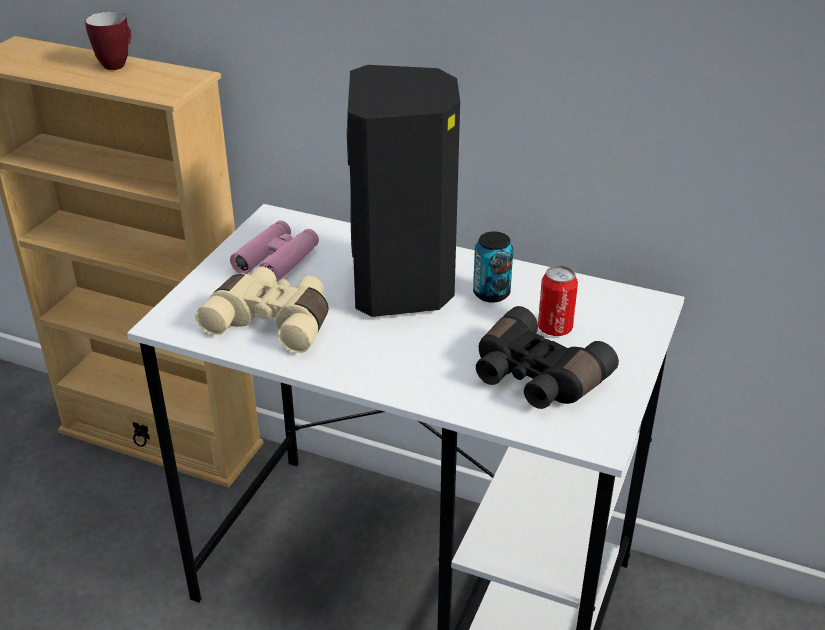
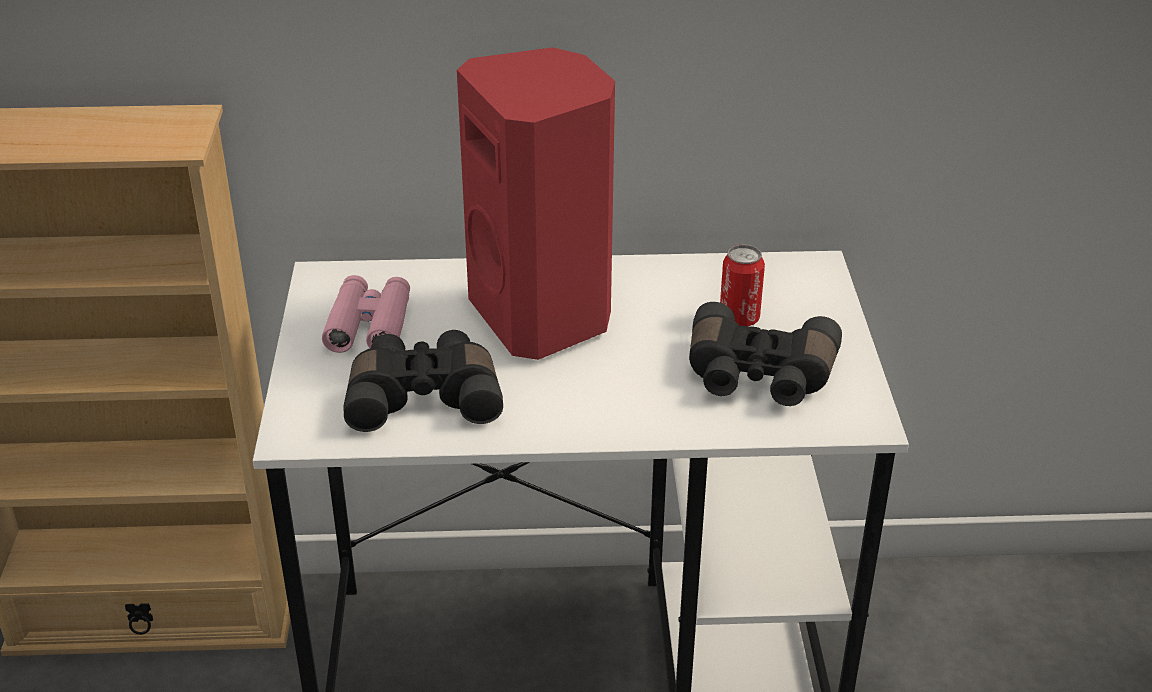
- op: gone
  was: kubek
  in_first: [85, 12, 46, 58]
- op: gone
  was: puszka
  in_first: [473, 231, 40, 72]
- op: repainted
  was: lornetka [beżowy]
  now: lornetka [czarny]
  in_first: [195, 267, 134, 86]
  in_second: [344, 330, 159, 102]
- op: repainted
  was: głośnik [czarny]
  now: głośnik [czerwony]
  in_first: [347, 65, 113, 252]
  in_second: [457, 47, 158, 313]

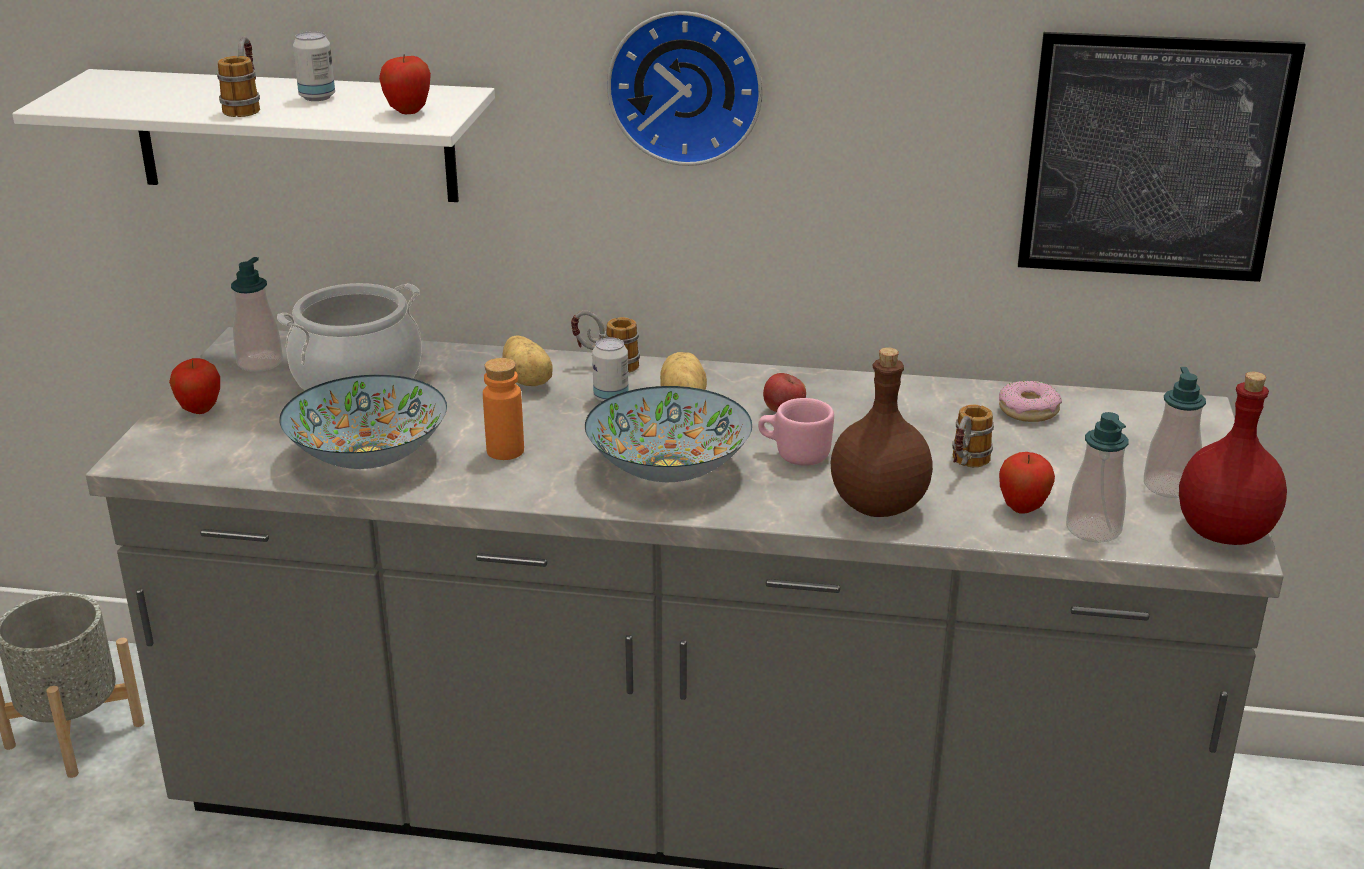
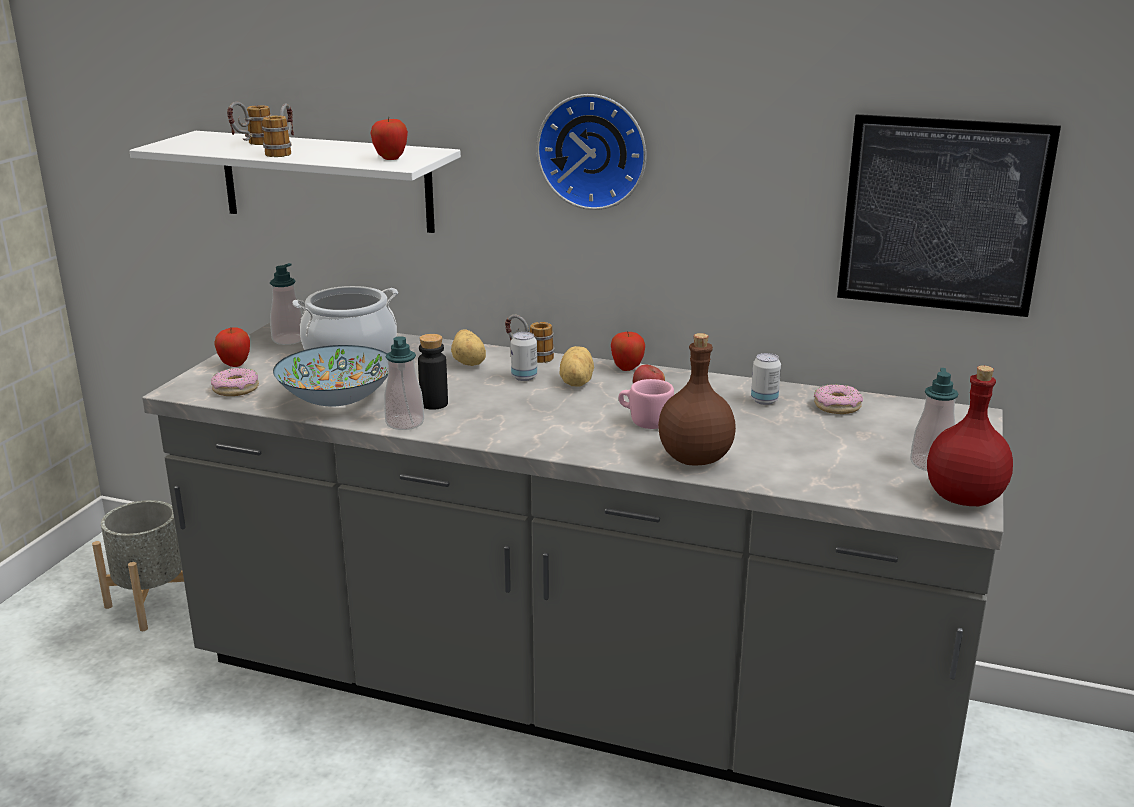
- op: gone
  was: miska
  in_first: [585, 386, 167, 96]
- op: new
  now: donut
  in_second: [211, 368, 48, 28]
- op: shifted
  was: puszka
  in_first: [293, 31, 42, 70]
  in_second: [751, 353, 30, 52]
- op: shifted
  was: kubek
  in_first: [952, 405, 42, 62]
  in_second: [227, 102, 45, 43]
- op: shifted
  was: jabłko
  in_first: [999, 452, 56, 62]
  in_second: [611, 331, 34, 40]
- op: shifted
  was: dozownik mydła
  in_first: [1066, 412, 63, 131]
  in_second: [384, 336, 40, 94]
- op: repainted
  was: butelka [pomarańczowy]
  now: butelka [czarny]
  in_first: [483, 358, 41, 102]
  in_second: [418, 334, 30, 76]

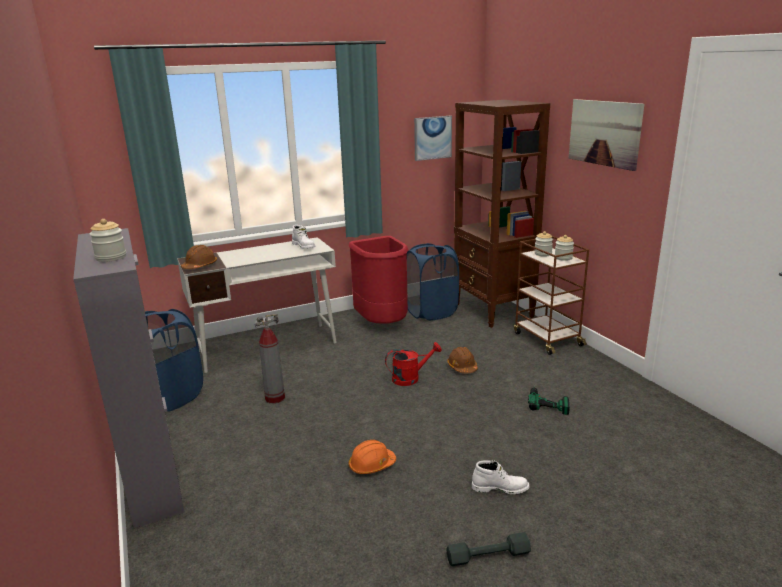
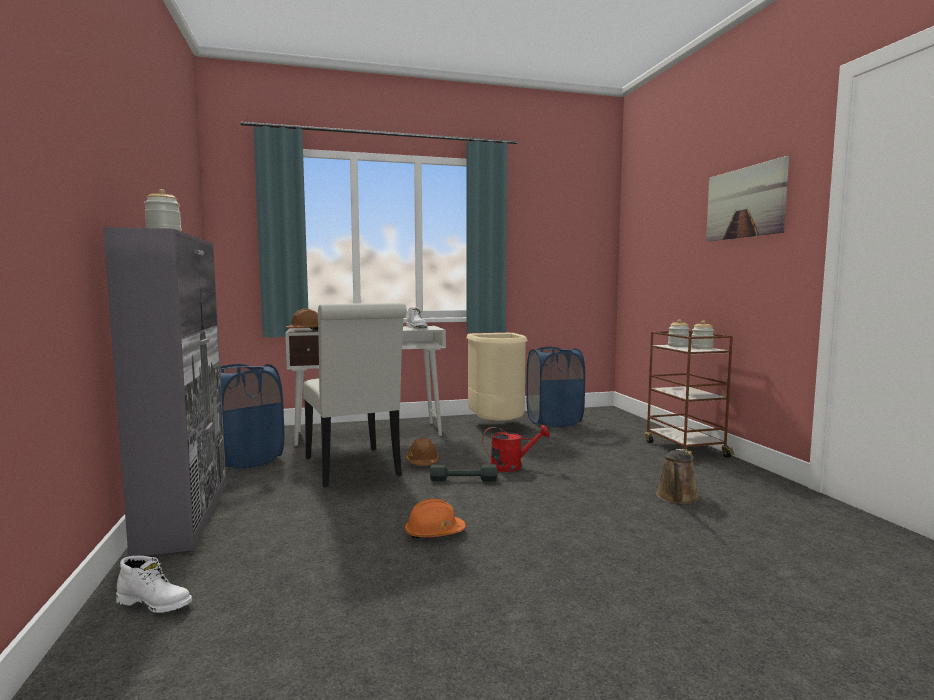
- op: gone
  was: obraz
  in_first: [414, 116, 38, 45]
- op: gone
  was: regał [brązowy]
  in_first: [454, 100, 96, 228]
- op: shifted
  was: kask [brązowy]
  in_first: [447, 347, 31, 26]
  in_second: [406, 438, 33, 28]
- op: shifted
  was: hantel [szary]
  in_first: [447, 532, 84, 34]
  in_second: [430, 465, 68, 16]
- op: shifted
  was: but z cholewką [biały]
  in_first: [472, 460, 58, 34]
  in_second: [116, 556, 76, 57]
- op: swapped
  was: gaśnica
  now: krzesło [biały]
  in_first: [255, 314, 30, 90]
  in_second: [303, 303, 104, 185]
- op: swapped
  was: wiertarka
  now: konewka [brązowy]
  in_first: [528, 384, 42, 31]
  in_second: [656, 449, 44, 55]
- op: repainted
  was: kosz na śmieci [czerwony]
  now: kosz na śmieci [beżowy]
  in_first: [348, 236, 60, 88]
  in_second: [466, 333, 62, 88]

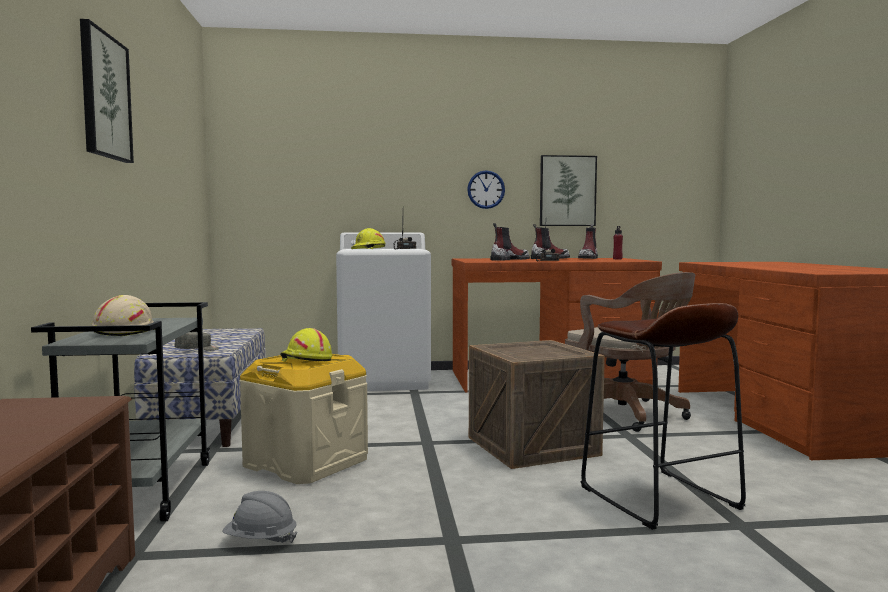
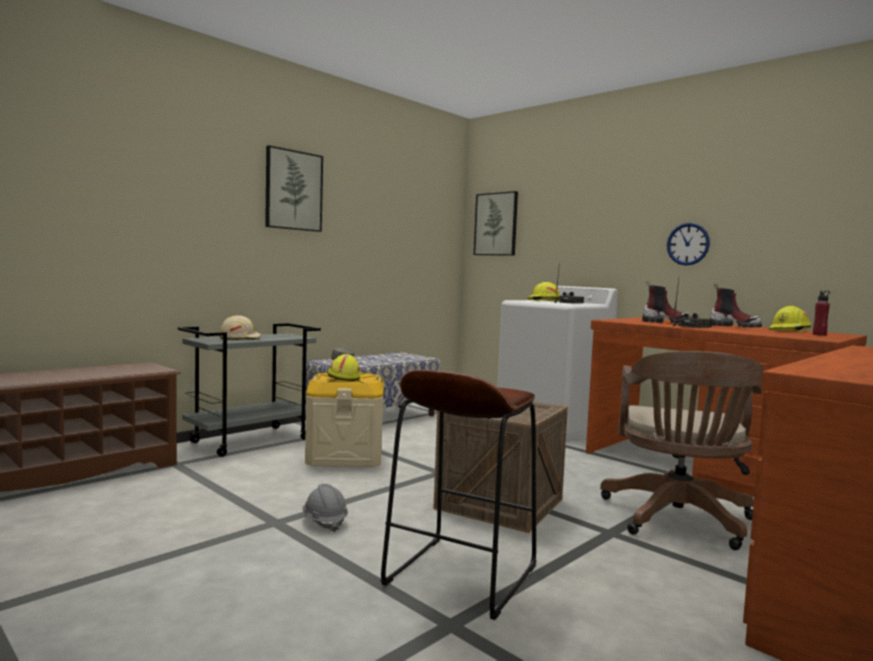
- op: shifted
  was: kask [szary]
  in_first: [222, 491, 75, 52]
  in_second: [302, 484, 46, 48]
- op: shifted
  was: obraz
  in_first: [540, 155, 57, 71]
  in_second: [474, 191, 44, 65]
- op: swapped
  was: but z cholewką
  now: kask [żółty]
  in_first: [578, 224, 20, 35]
  in_second: [769, 306, 43, 26]

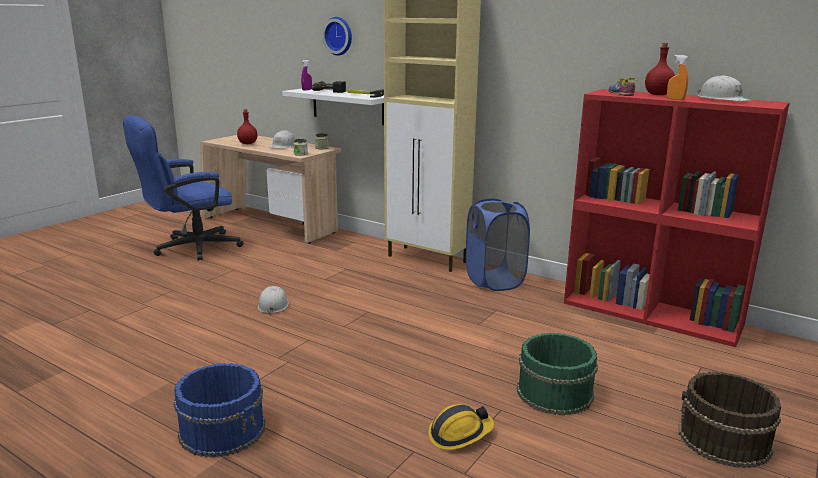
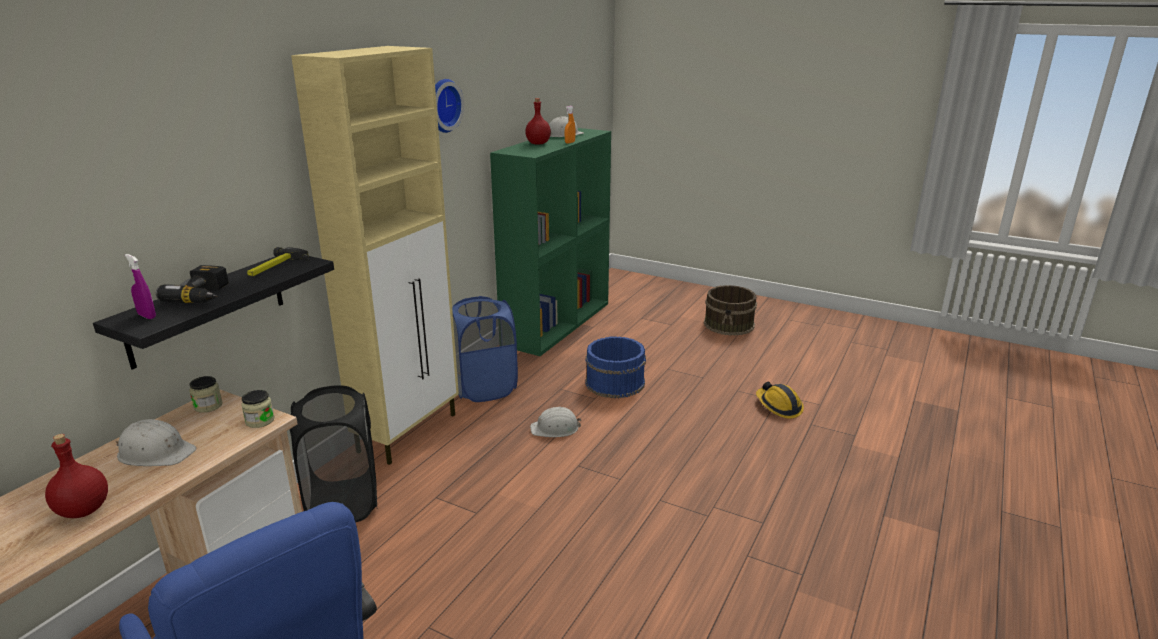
- op: gone
  was: wiadro [zielony]
  in_first: [517, 333, 81, 82]
- op: gone
  was: but
  in_first: [608, 78, 29, 18]
- op: new
  now: kosz na pranie [czarny]
  in_second: [290, 385, 87, 138]
- op: shifted
  was: wiadro [niebieski]
  in_first: [173, 363, 92, 95]
  in_second: [585, 336, 61, 62]
- op: shifted
  was: kask [biały]
  in_first: [258, 286, 31, 29]
  in_second: [530, 407, 51, 30]
- op: shifted
  was: zegar ścienny
  in_first: [322, 17, 30, 39]
  in_second: [435, 79, 29, 54]
- op: repainted
  was: półka [biały]
  now: półka [czarny]
  in_first: [282, 89, 102, 36]
  in_second: [93, 255, 241, 115]
- op: repainted
  was: regał [czerwony]
  now: regał [zielony]
  in_first: [564, 89, 226, 258]
  in_second: [490, 128, 121, 228]

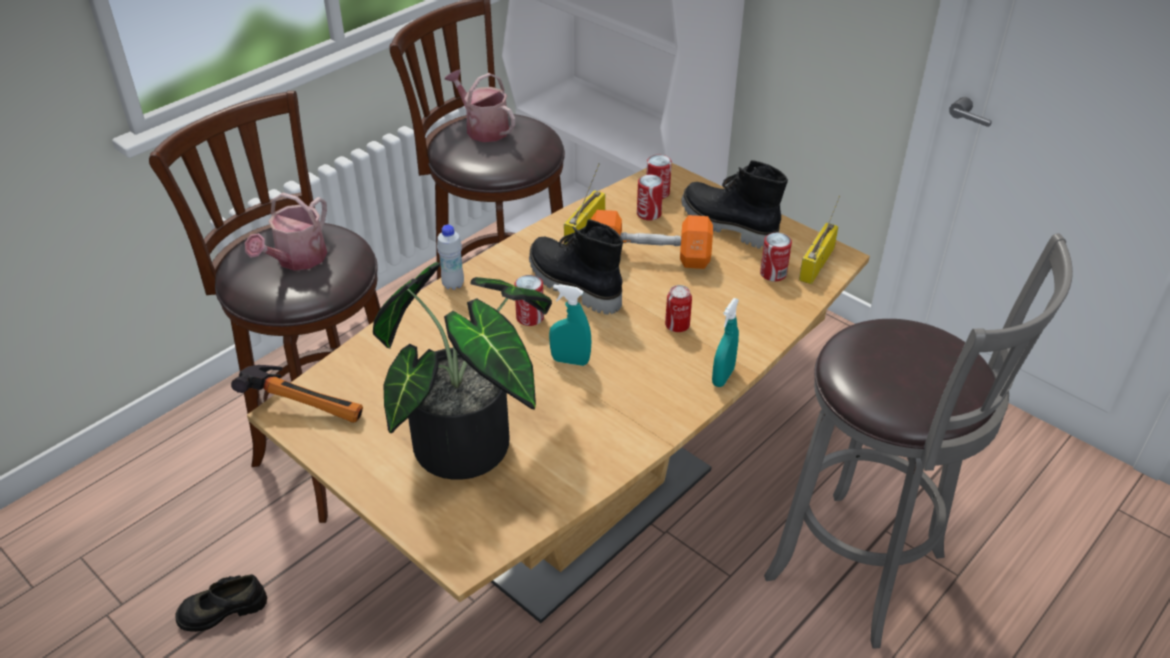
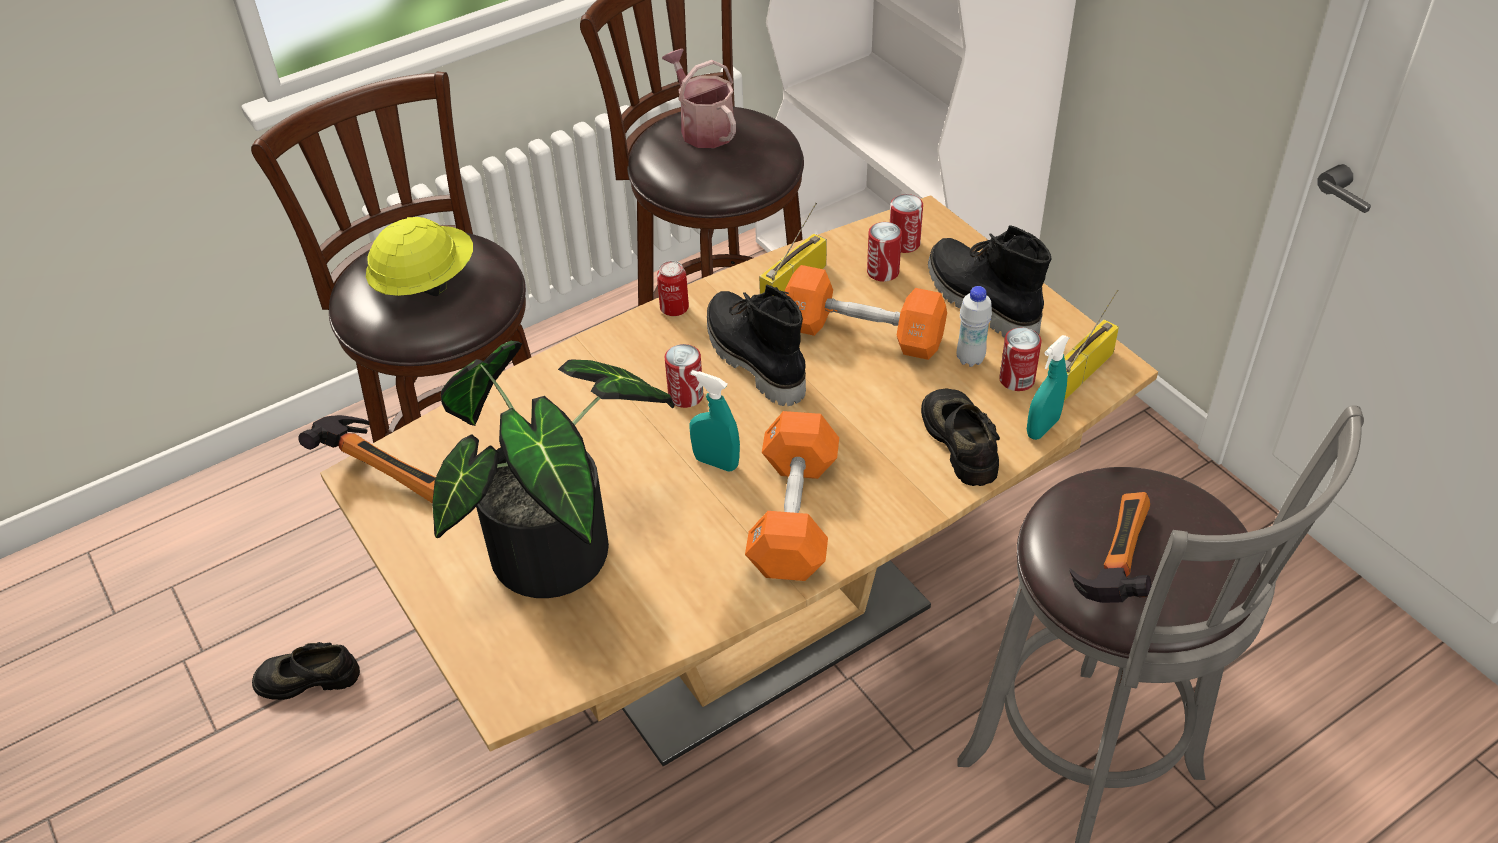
- op: new
  now: hantel [pomarańczowy]
  in_second: [745, 411, 94, 170]
- op: new
  now: but [czarny]
  in_second: [921, 389, 79, 97]
- op: new
  now: młotek
  in_second: [1070, 492, 82, 111]
- op: shifted
  was: butelka [biały]
  in_first: [437, 225, 27, 65]
  in_second: [957, 286, 35, 81]
- op: shifted
  was: puszka
  in_first: [665, 285, 27, 47]
  in_second: [657, 261, 32, 55]
- op: shifted
  was: spryskiwacz [turkusowy]
  in_first: [712, 298, 27, 89]
  in_second: [1027, 335, 42, 105]
- op: swapped
  was: konewka
  now: kask [żółty]
  in_first: [245, 193, 82, 78]
  in_second: [366, 217, 107, 79]

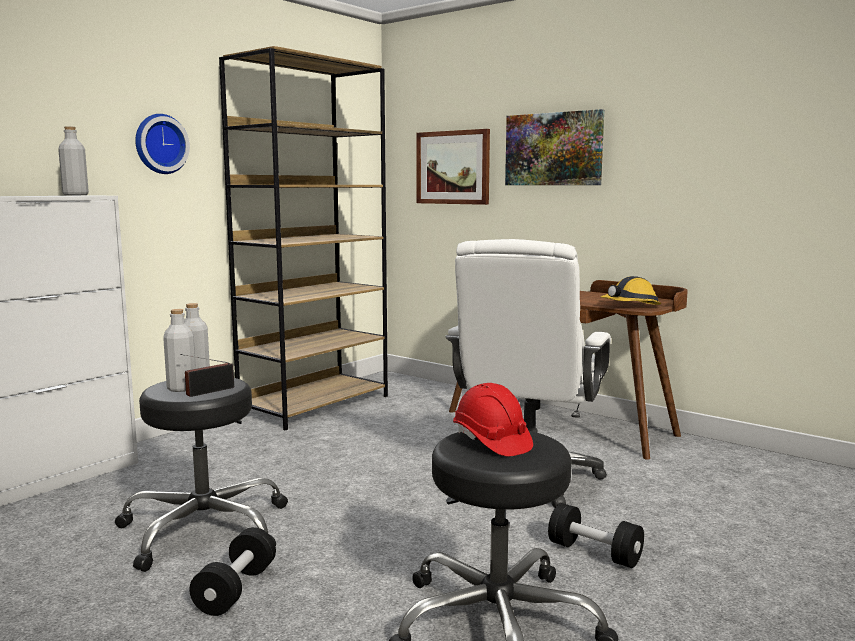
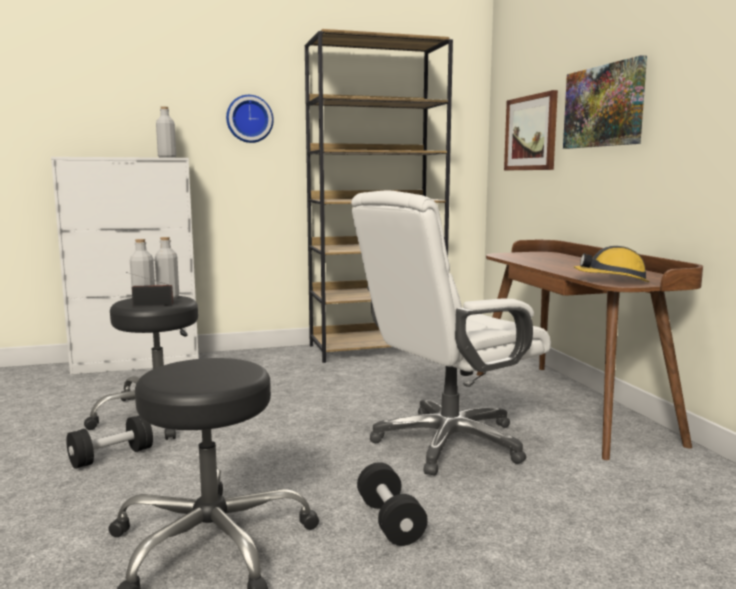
- op: gone
  was: kask [czerwony]
  in_first: [453, 383, 80, 73]

